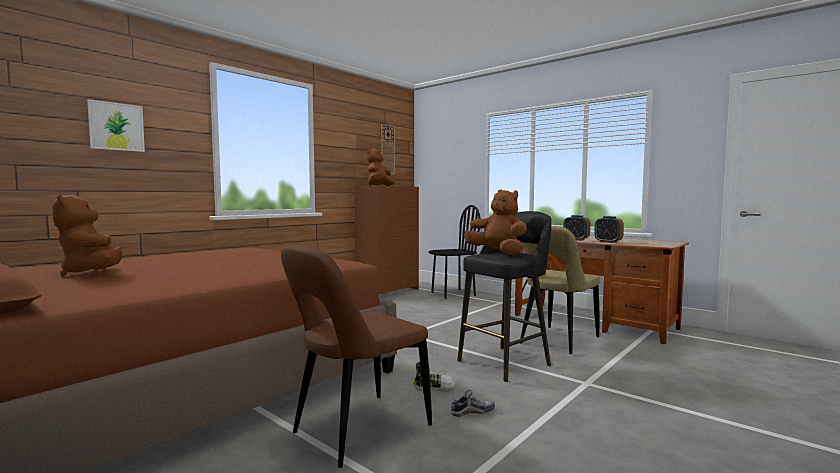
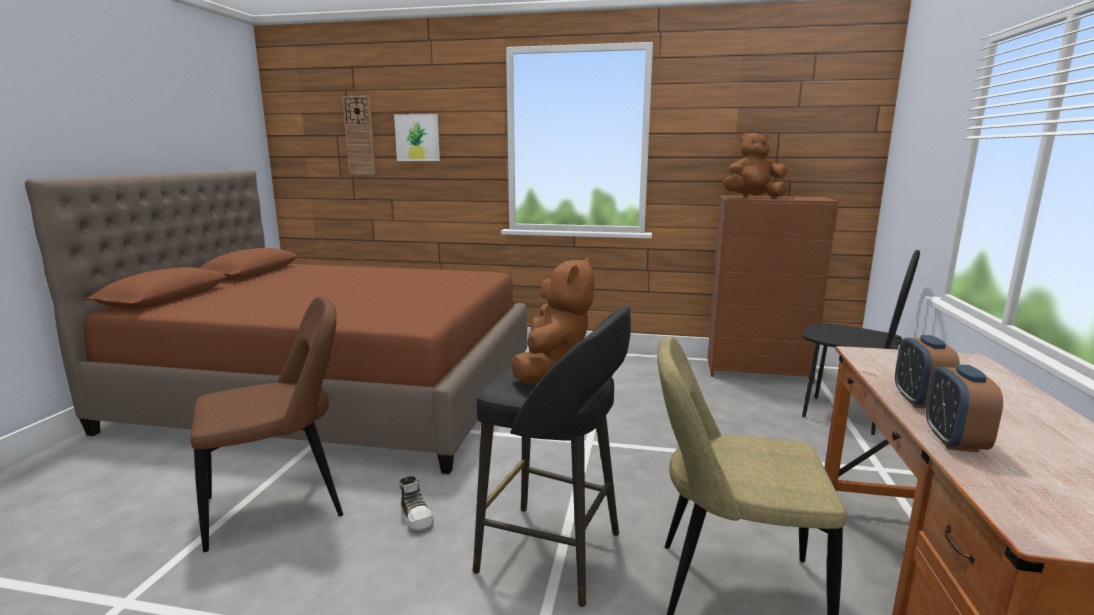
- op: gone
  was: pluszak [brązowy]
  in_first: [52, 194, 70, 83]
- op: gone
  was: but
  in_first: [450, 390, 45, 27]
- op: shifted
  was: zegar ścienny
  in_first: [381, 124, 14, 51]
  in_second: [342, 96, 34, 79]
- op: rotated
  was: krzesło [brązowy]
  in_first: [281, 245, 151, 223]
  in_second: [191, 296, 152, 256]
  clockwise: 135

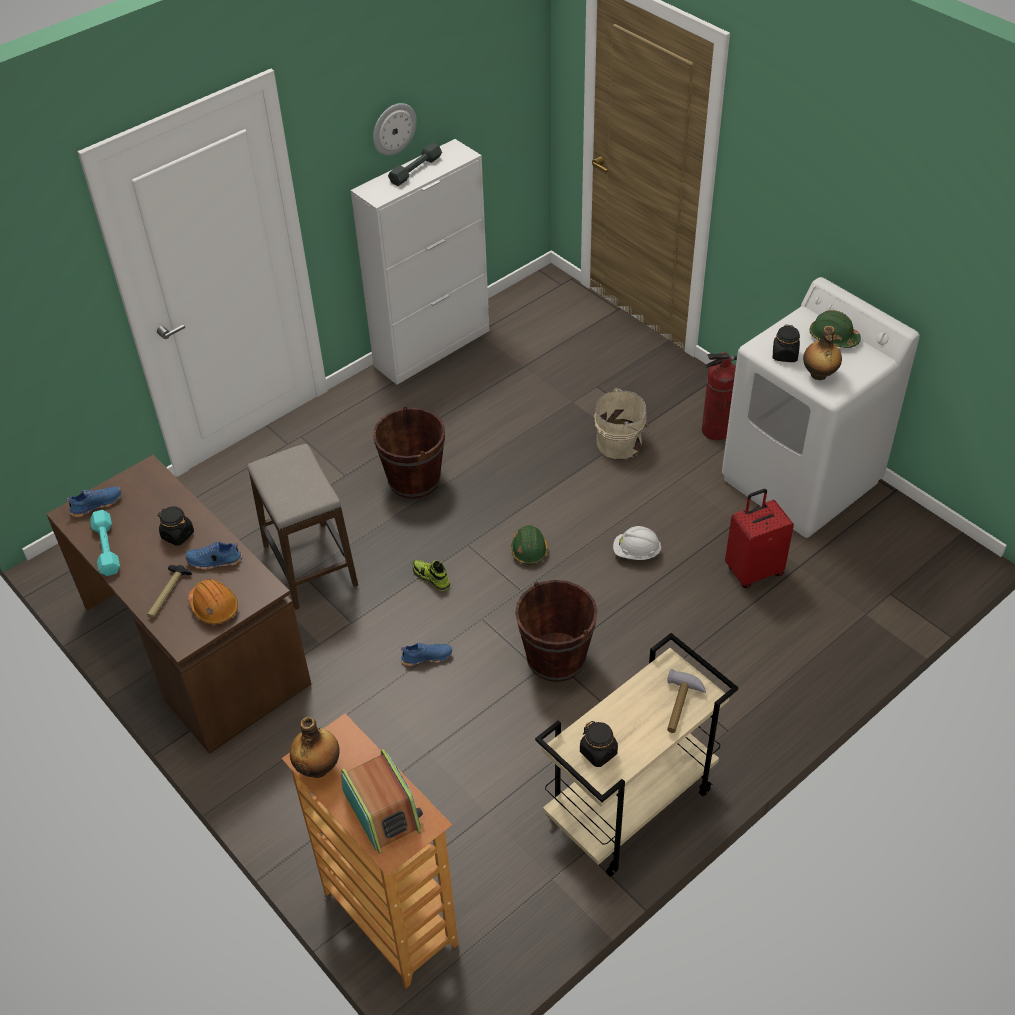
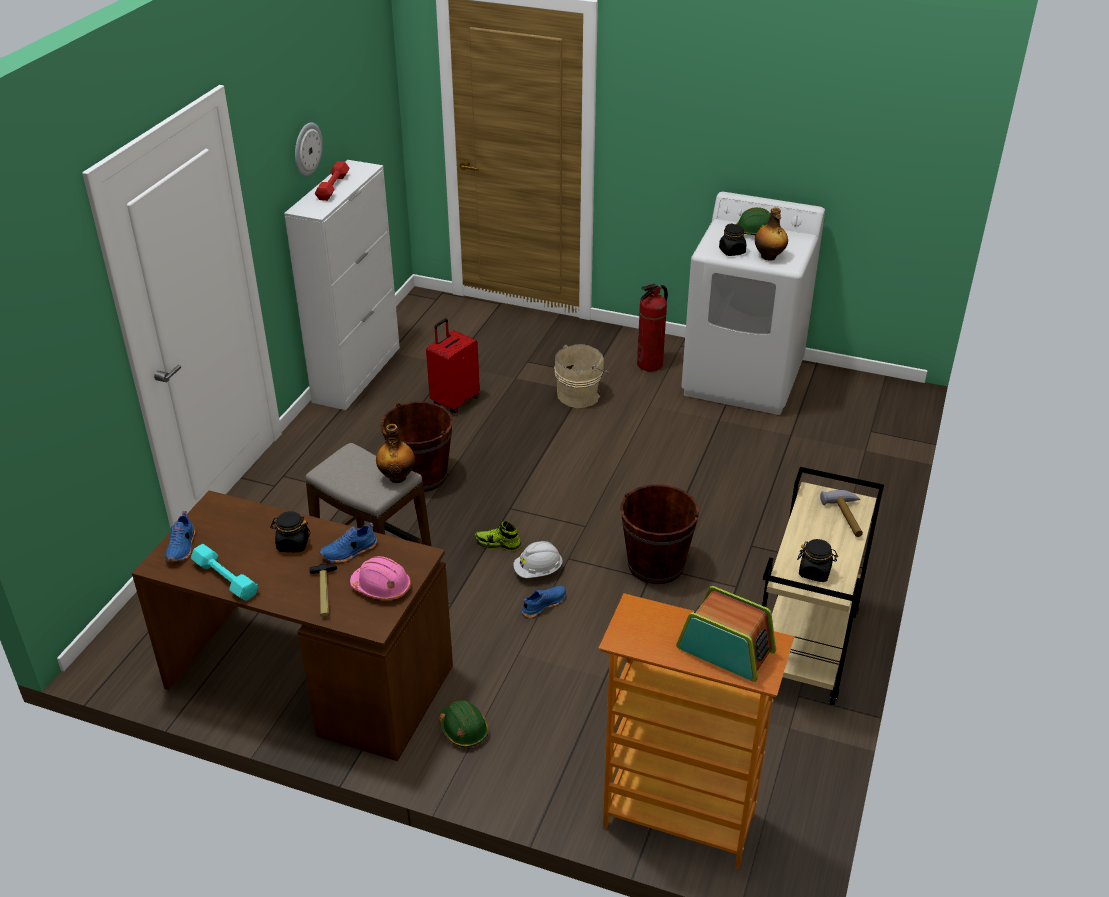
- op: shifted
  was: butelka
  in_first: [290, 717, 50, 61]
  in_second: [376, 424, 39, 59]
- op: shifted
  was: kask [zielony]
  in_first: [511, 525, 37, 39]
  in_second: [439, 700, 49, 47]
- op: shifted
  was: kask [biały]
  in_first: [613, 526, 49, 34]
  in_second: [513, 541, 49, 37]
- op: shifted
  was: walizka [czerwony]
  in_first: [725, 489, 69, 99]
  in_second: [426, 319, 54, 94]
- op: repainted
  was: kask [pomarańczowy]
  now: kask [różowy]
  in_first: [188, 579, 50, 46]
  in_second: [350, 556, 61, 44]
- op: repainted
  was: hantel [szary]
  now: hantel [czerwony]
  in_first: [388, 143, 54, 43]
  in_second: [315, 161, 34, 40]
- op: rotated
  was: but [niebieski]
  in_first: [66, 487, 55, 30]
  in_second: [165, 511, 30, 51]
  clockwise: 150

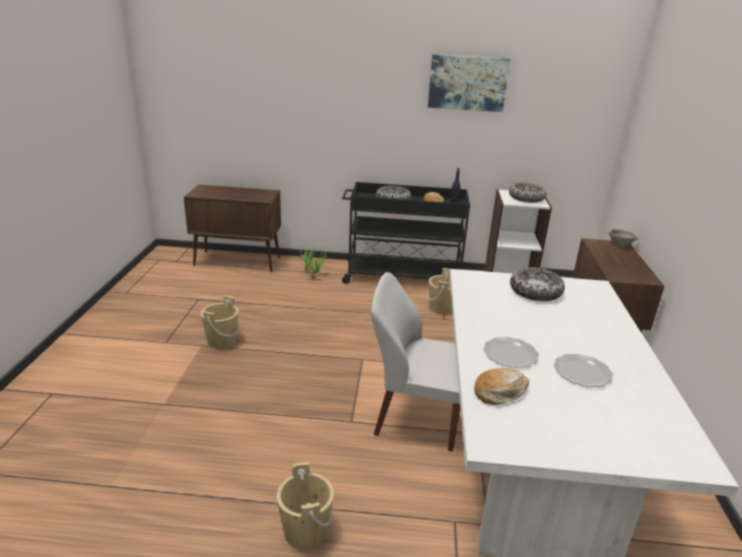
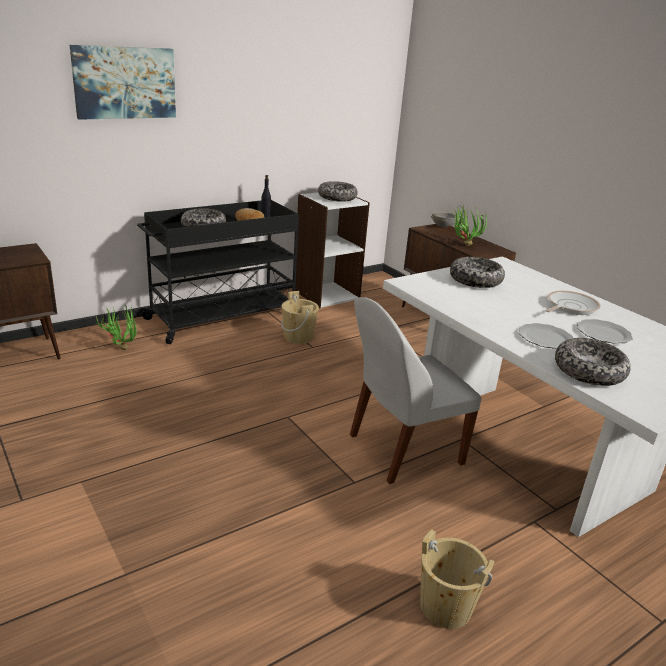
- op: gone
  was: wiadro [beżowy]
  in_first: [201, 295, 38, 54]
- op: new
  now: roślina doniczkowa
  in_second: [453, 205, 34, 41]
- op: new
  now: patelnia
  in_second: [545, 291, 56, 24]
- op: shifted
  was: obraz
  in_first: [428, 54, 82, 58]
  in_second: [70, 45, 106, 75]
- op: swapped
  was: chleb
  now: miska
  in_first: [474, 368, 55, 37]
  in_second: [555, 338, 76, 48]

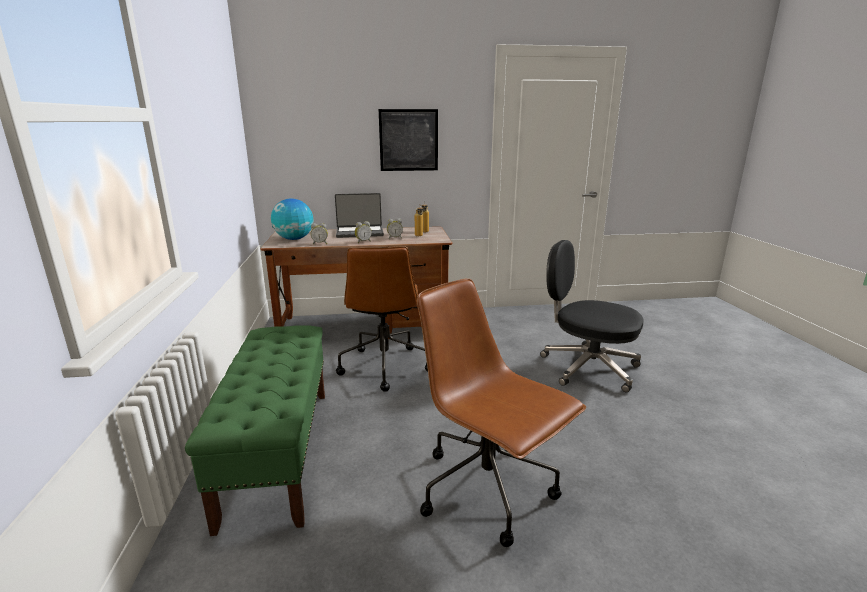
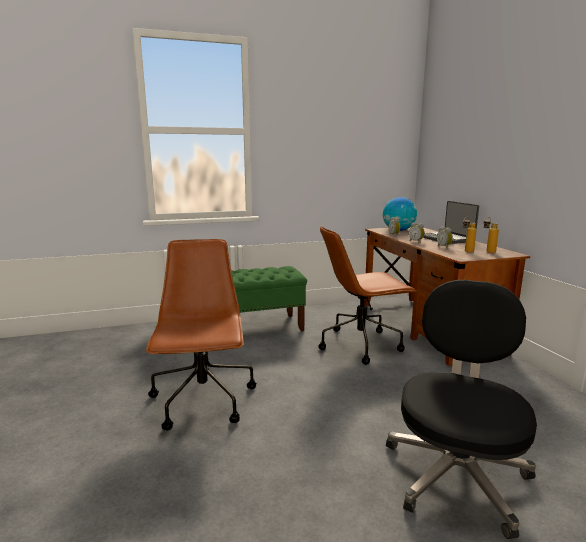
- op: gone
  was: obraz
  in_first: [379, 109, 59, 62]
- op: rotated
  was: krzesło biurowe [brązowy]
  in_first: [417, 278, 169, 269]
  in_second: [146, 239, 110, 192]
  clockwise: -45

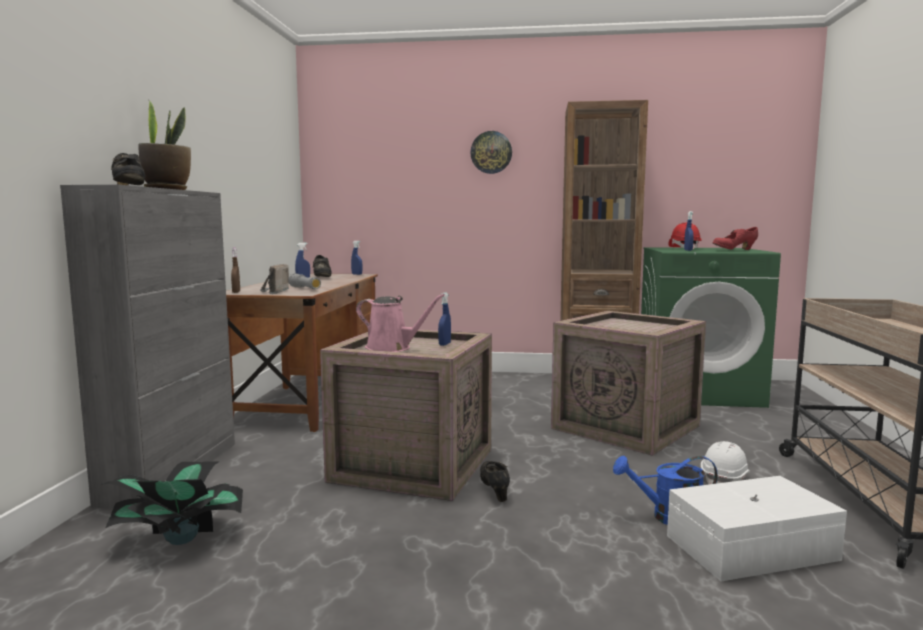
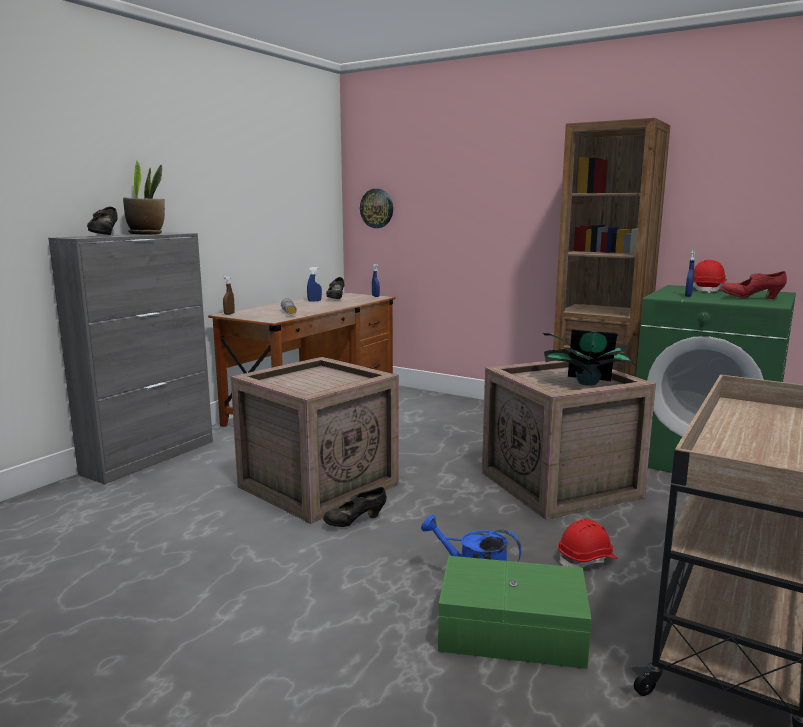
- op: gone
  was: radio
  in_first: [260, 264, 29, 30]
- op: gone
  was: konewka [różowy]
  in_first: [356, 294, 89, 58]
- op: gone
  was: spryskiwacz [niebieski]
  in_first: [438, 292, 13, 54]
- op: shifted
  was: roślina doniczkowa
  in_first: [103, 462, 140, 83]
  in_second: [543, 329, 94, 57]
- op: shifted
  was: zegar ścienny
  in_first: [470, 131, 42, 43]
  in_second: [360, 189, 33, 39]
- op: repainted
  was: pojemnik do przechowywania [biały]
  now: pojemnik do przechowywania [zielony]
  in_first: [667, 476, 180, 105]
  in_second: [438, 556, 154, 113]
- op: repainted
  was: kask [biały]
  now: kask [czerwony]
  in_first: [701, 441, 49, 43]
  in_second: [558, 519, 60, 49]
- op: rotated
  was: but [czarny]
  in_first: [480, 461, 30, 41]
  in_second: [323, 487, 64, 40]
  clockwise: -135

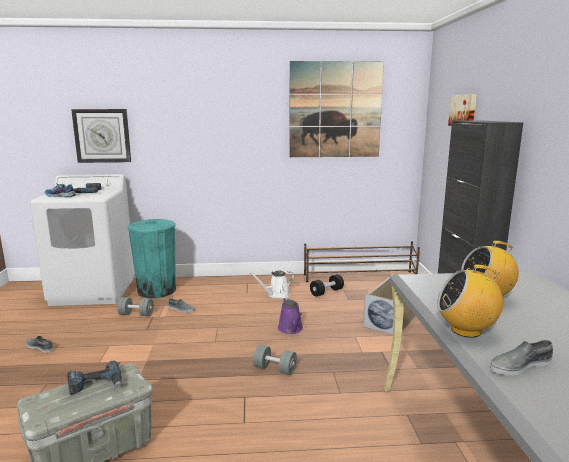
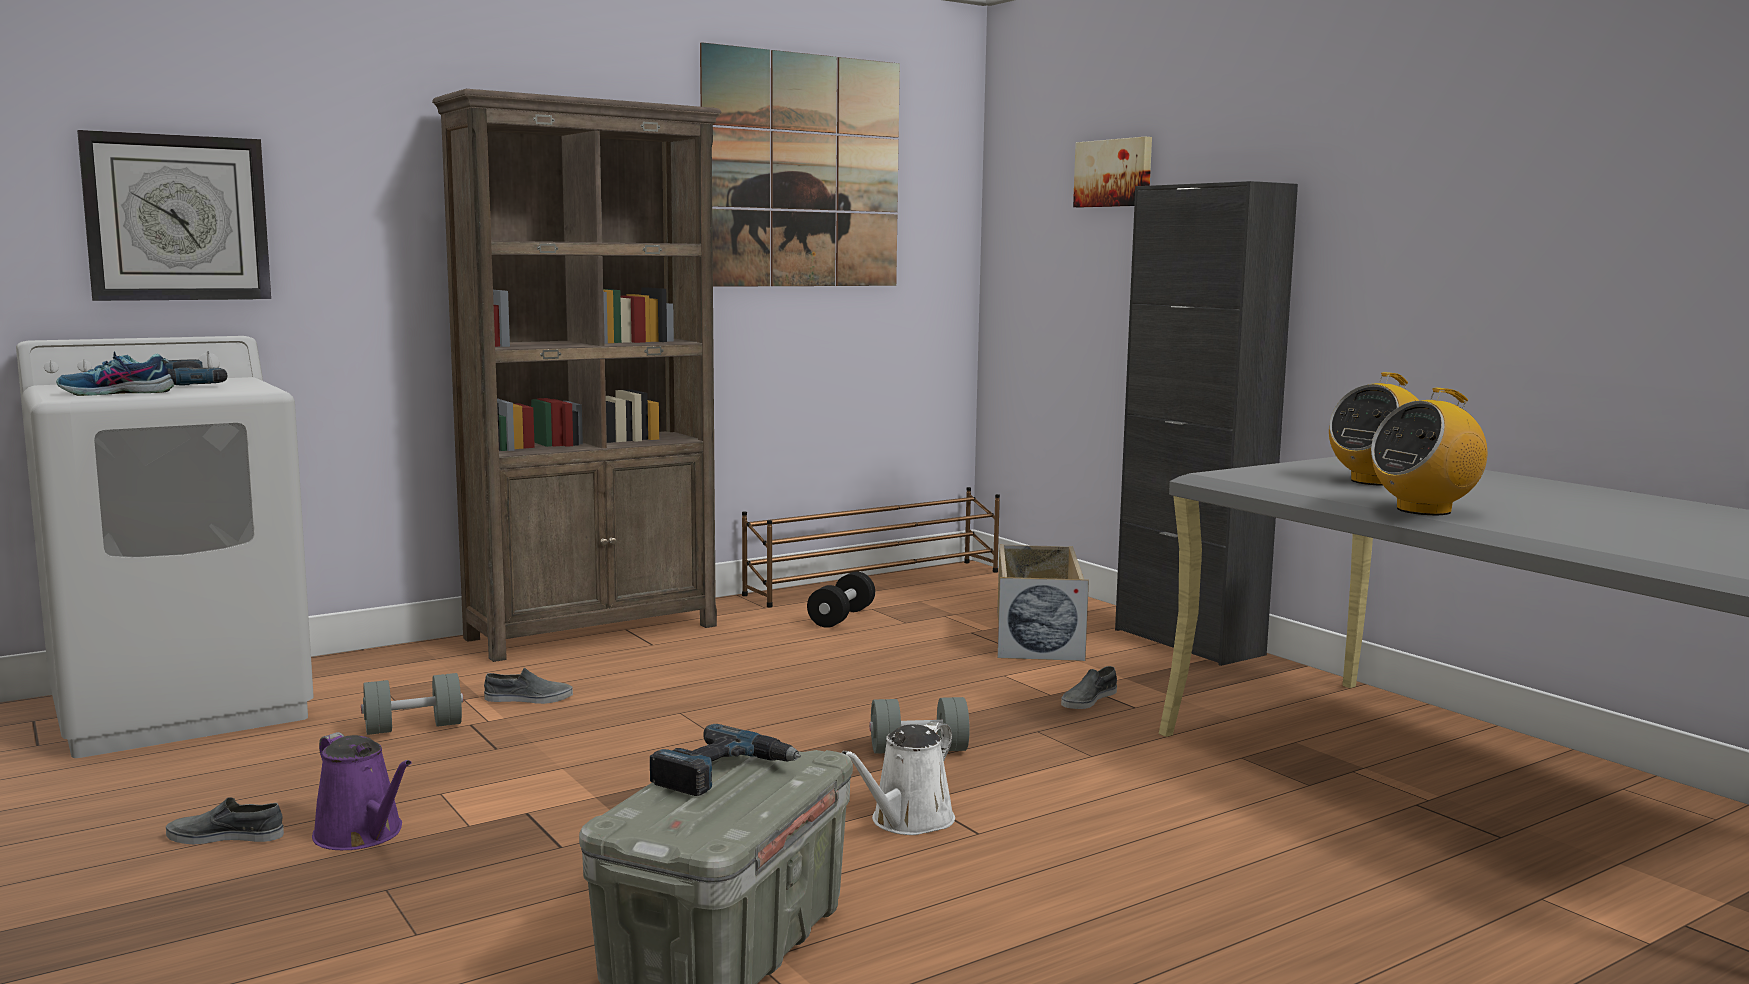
- op: gone
  was: kosz na śmieci [turkusowy]
  in_first: [127, 219, 49, 79]
- op: new
  now: regał [brązowy]
  in_second: [432, 89, 289, 573]
- op: shifted
  was: konewka [biały]
  in_first: [250, 270, 44, 29]
  in_second: [842, 722, 113, 113]
- op: shifted
  was: konewka [fioletowy]
  in_first: [278, 298, 25, 36]
  in_second: [312, 732, 100, 118]
- op: shifted
  was: but [szary]
  in_first: [490, 340, 63, 35]
  in_second: [1061, 666, 56, 43]

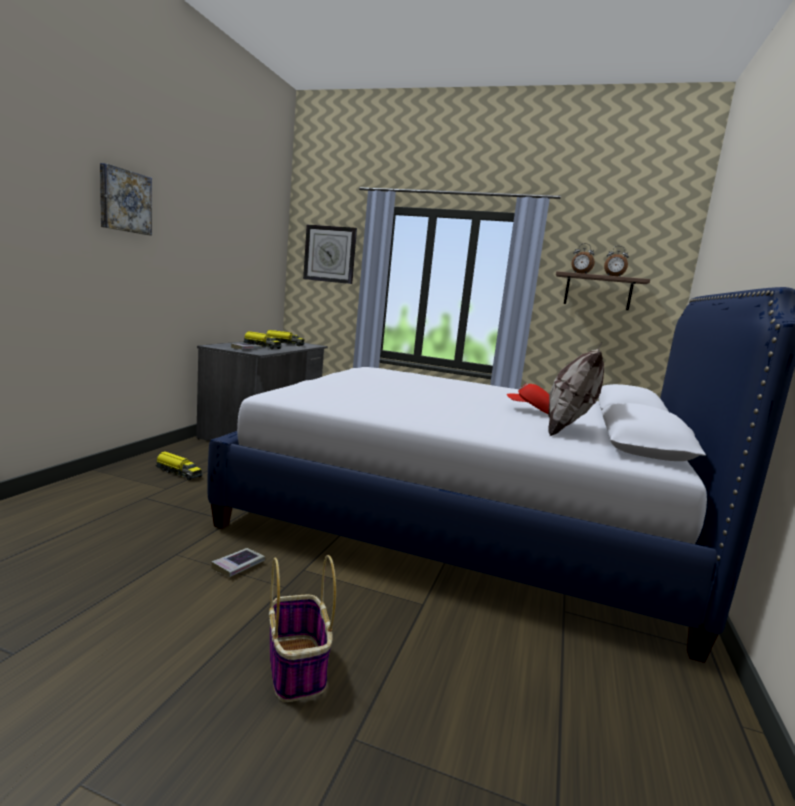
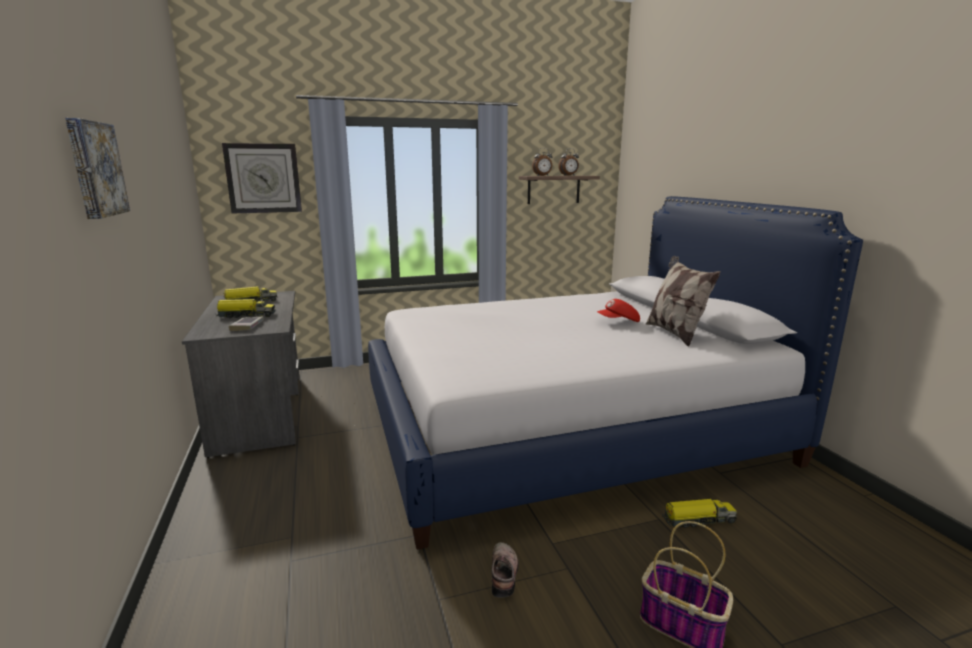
- op: shifted
  was: ciężarówka zabawkowa
  in_first: [155, 451, 48, 30]
  in_second: [662, 499, 75, 29]
- op: swapped
  was: książka
  now: but
  in_first: [211, 548, 54, 29]
  in_second: [492, 542, 27, 56]

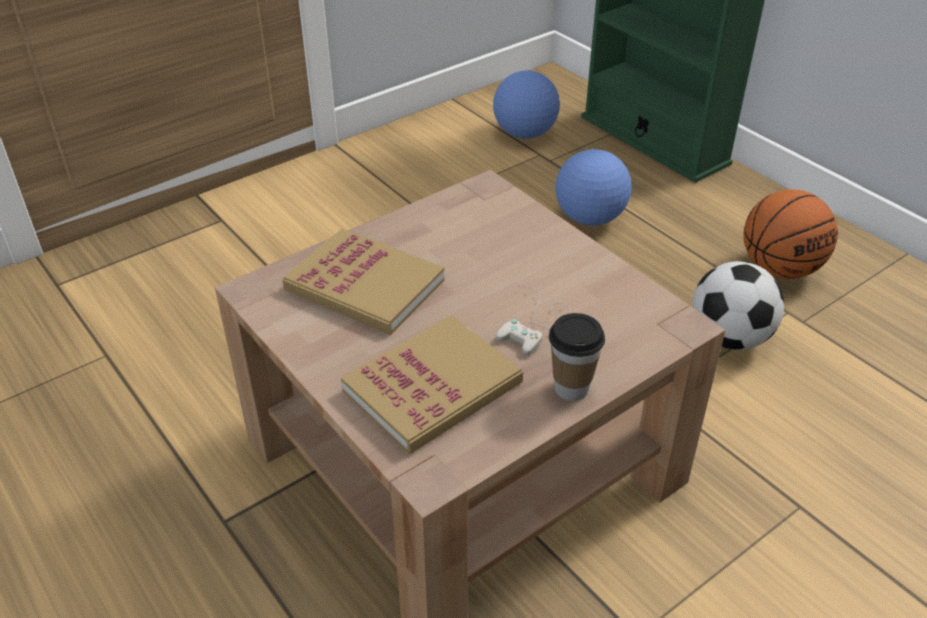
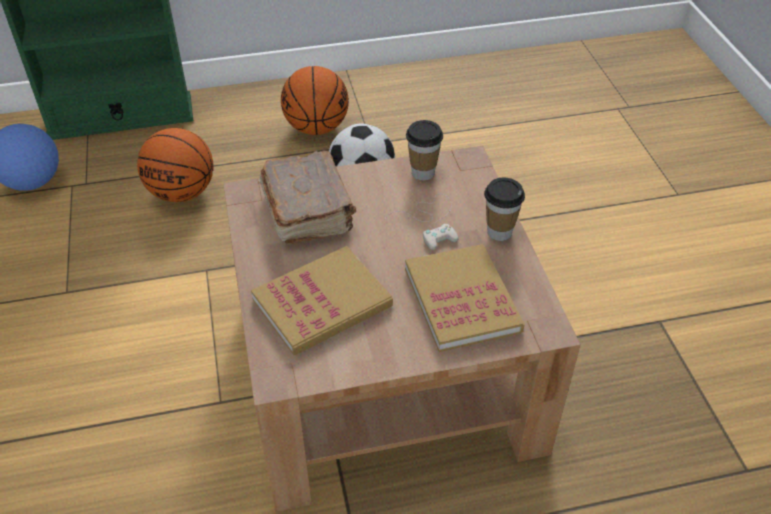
- op: new
  now: książka [brązowy]
  in_second: [259, 150, 97, 94]
- op: new
  now: filiżanka
  in_second: [406, 120, 37, 60]
- op: swapped
  was: piłka futbolowa
  now: piłka do koszykówki
  in_first: [555, 149, 77, 77]
  in_second: [137, 128, 77, 74]

